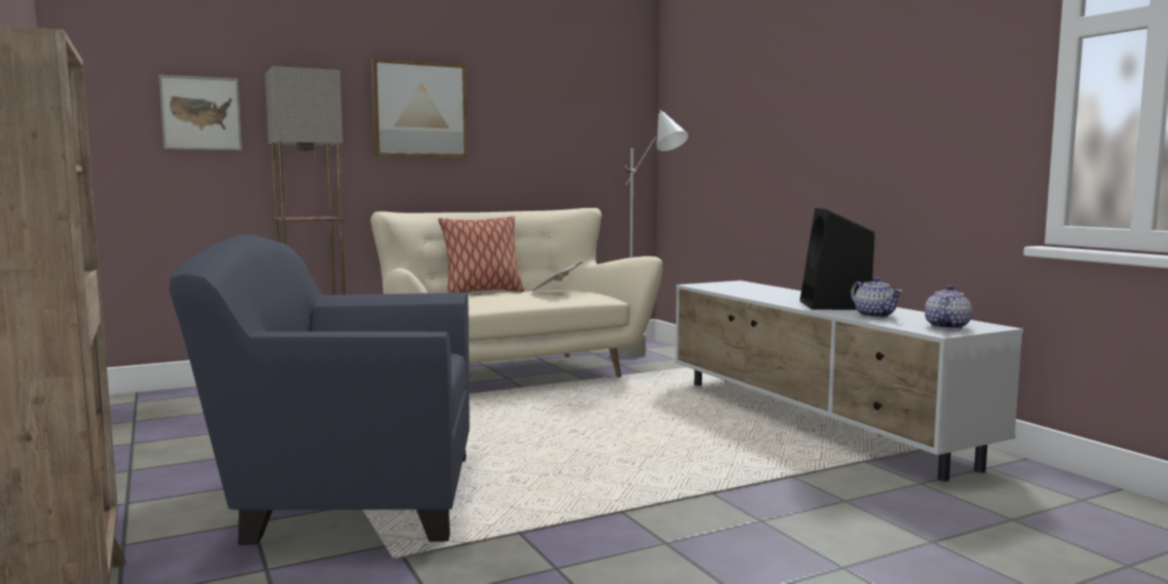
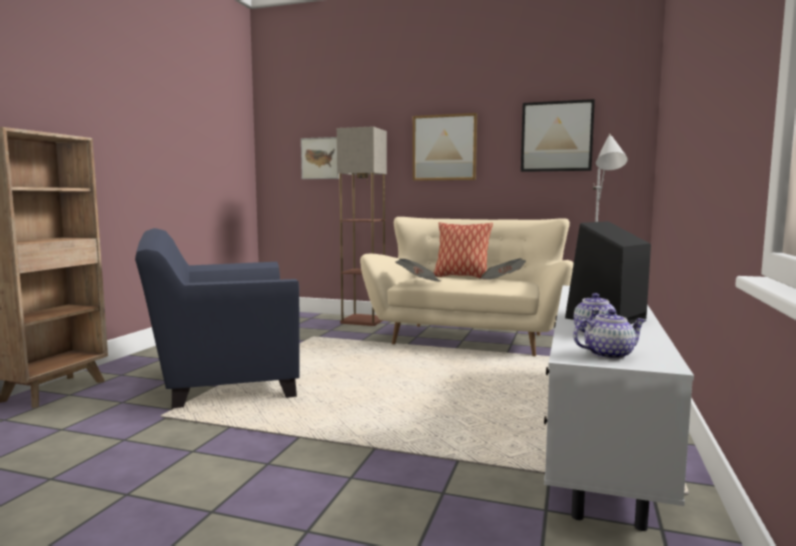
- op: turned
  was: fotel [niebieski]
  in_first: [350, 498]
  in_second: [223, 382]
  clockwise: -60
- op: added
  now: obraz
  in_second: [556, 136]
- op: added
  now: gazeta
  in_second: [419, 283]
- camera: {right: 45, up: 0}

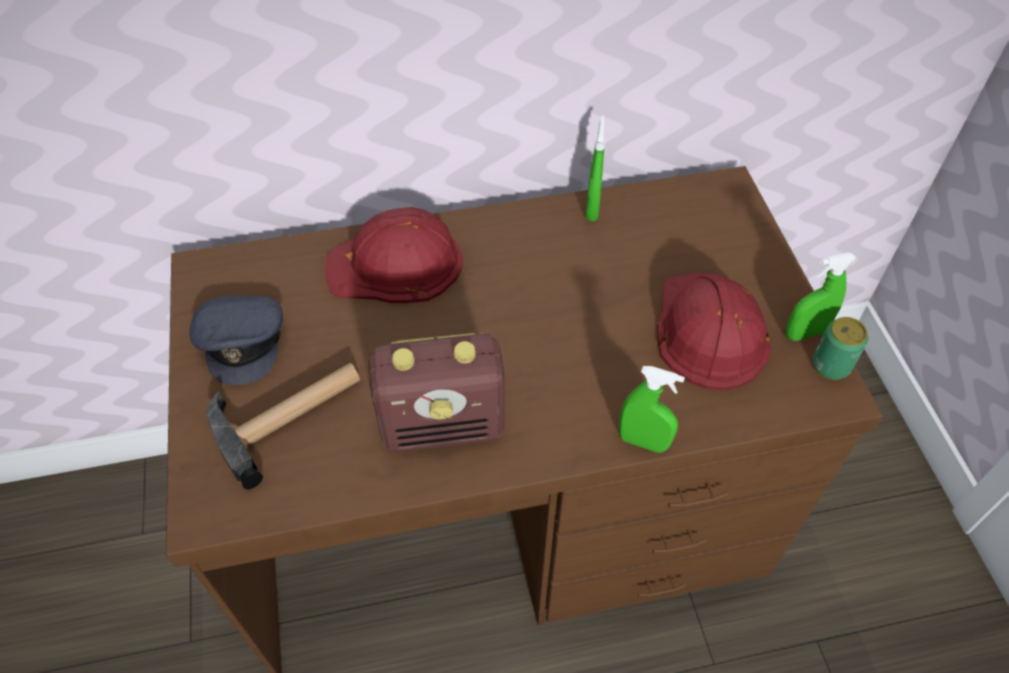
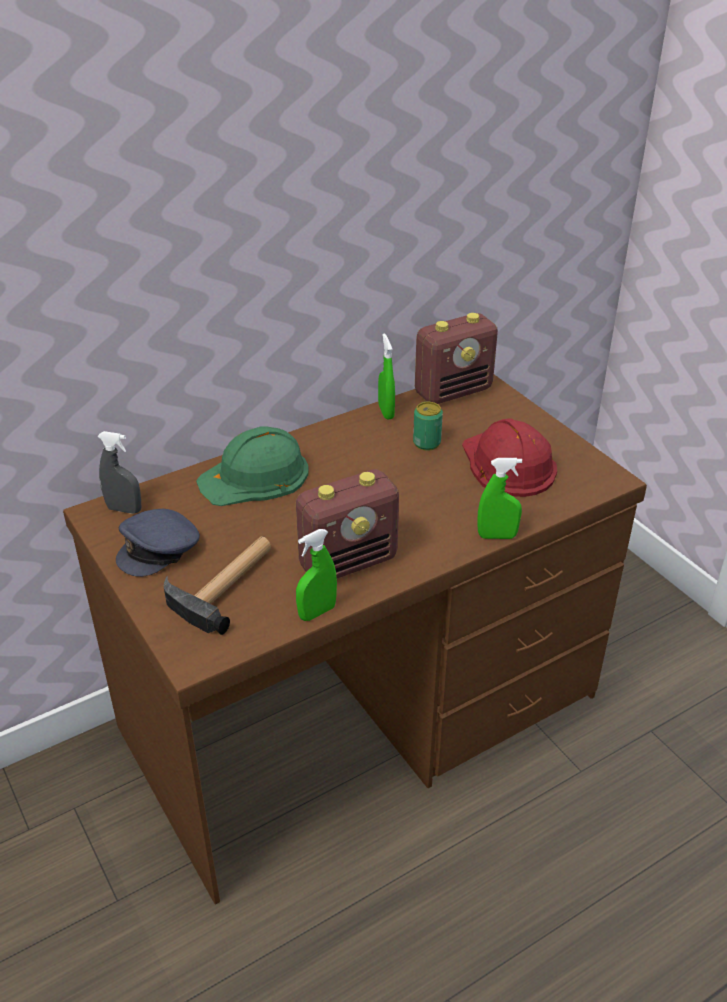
- op: recoloured
  was: kask [czerwony]
  now: kask [zielony]
  in_first: [396, 265]
  in_second: [255, 476]
- op: moved
  was: spryskiwacz [zielony]
  in_first: [805, 333]
  in_second: [317, 612]
- op: turned
  was: czapka z daszkiem [szary]
  in_first: [243, 341]
  in_second: [160, 549]
  clockwise: 75
- op: moved
  was: puszka
  in_first: [831, 365]
  in_second: [426, 443]
- op: added
  now: radio
  in_second: [453, 391]
- op: added
  now: spryskiwacz [szary]
  in_second: [124, 509]
- camera: {right: -20, up: -15}

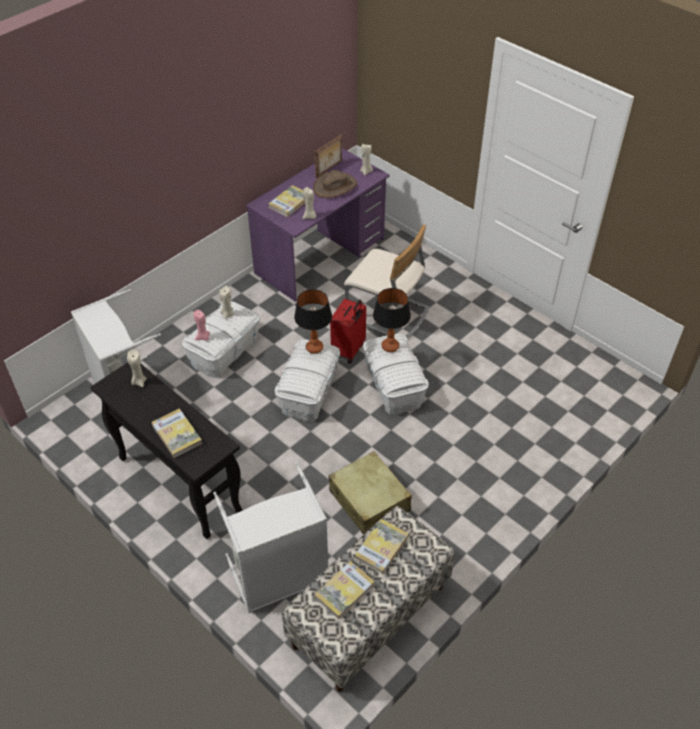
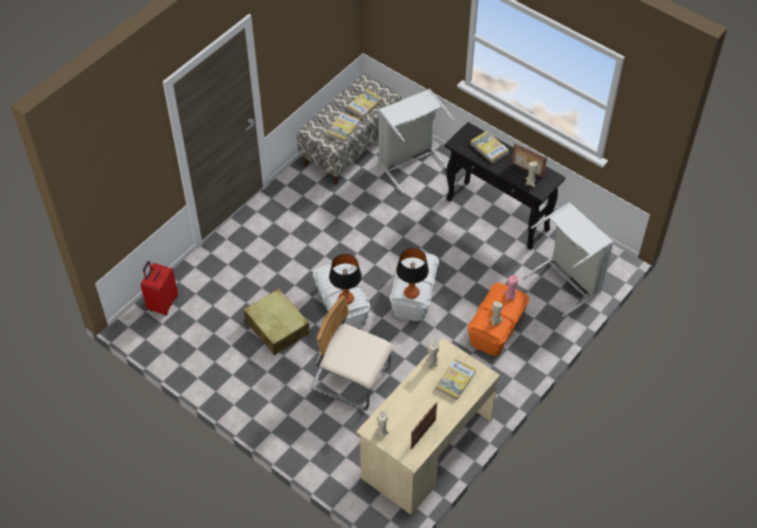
- op: recoloured
  was: biurko [fioletowy]
  now: biurko [beżowy]
  in_first: [320, 256]
  in_second: [427, 449]
- op: removed
  was: kapelusz [brązowy]
  in_first: [335, 186]
- op: moved
  was: walizka [czerwony]
  in_first: [349, 350]
  in_second: [162, 303]
- op: recoloured
  was: pojemnik do przechowywania [biały]
  now: pojemnik do przechowywania [pomarańczowy]
  in_first: [224, 351]
  in_second: [496, 329]
- op: moved
  was: walizka [beżowy]
  in_first: [369, 501]
  in_second: [277, 327]
- op: added
  now: ramka na zdjęcie
  in_second: [527, 170]
- camera: {right: 175, up: 5}

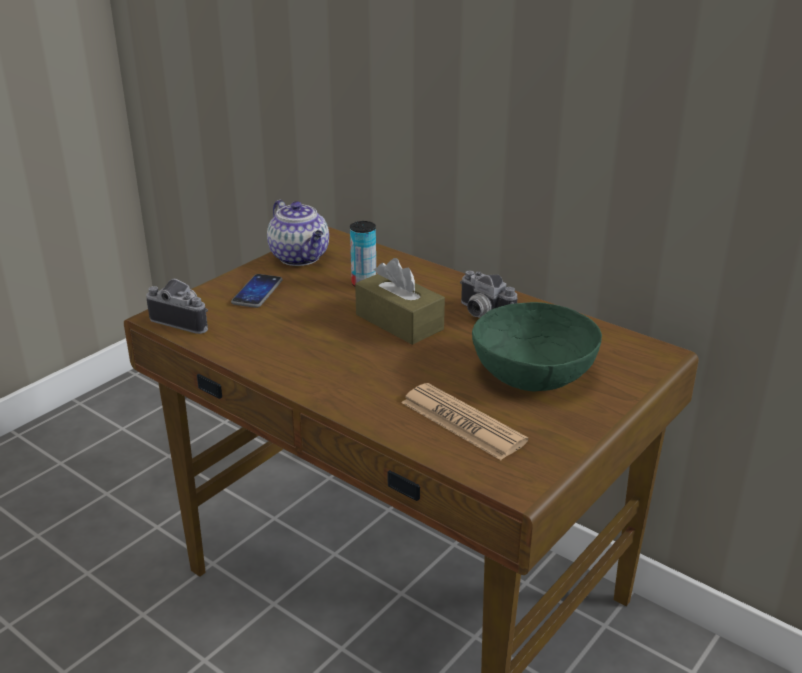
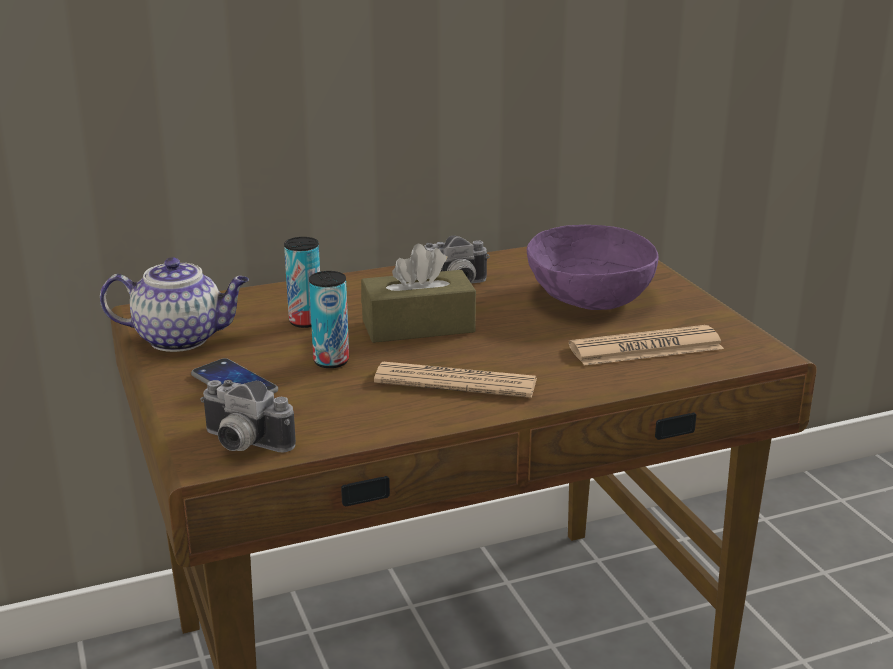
- op: turned
  was: aparat fotograficzny
  in_first: [185, 319]
  in_second: [241, 444]
  clockwise: -120
- op: recoloured
  was: miska [zielony]
  now: miska [fioletowy]
  in_first: [533, 373]
  in_second: [589, 297]
- op: added
  now: puszka
  in_second: [331, 361]
- op: added
  now: gazeta
  in_second: [456, 382]
- camera: {right: -60, up: -5}

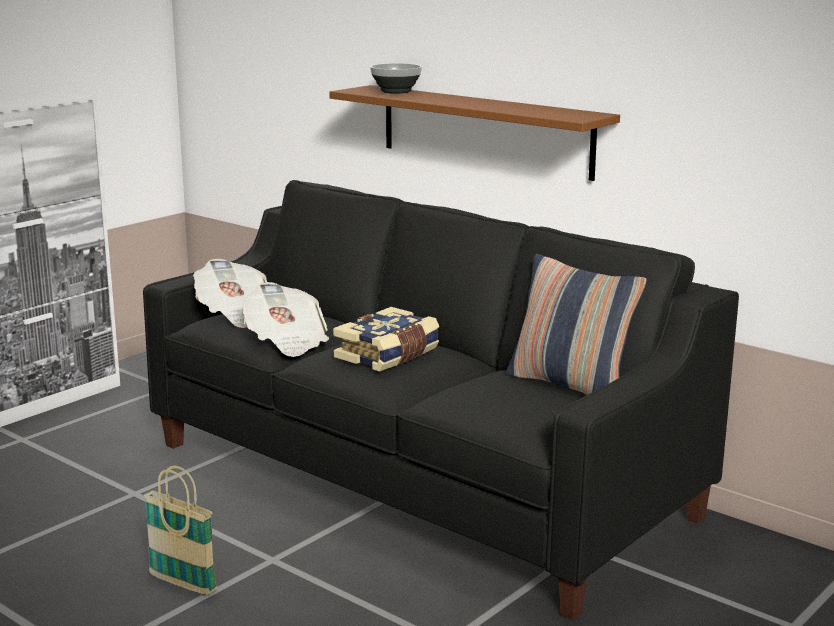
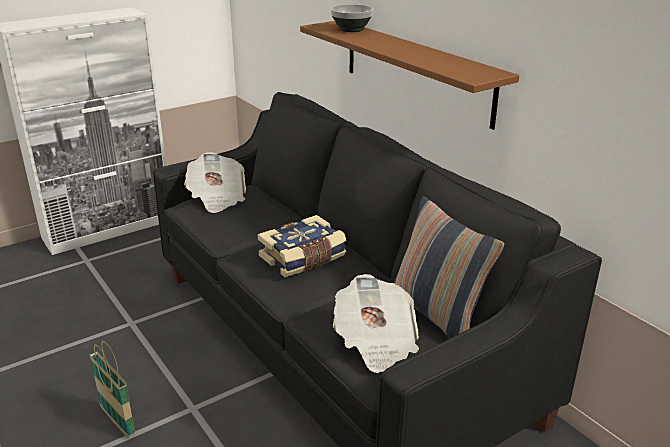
- op: moved
  was: gazeta
  in_first: [286, 342]
  in_second: [375, 342]
- camera: {right: 15, up: 10}

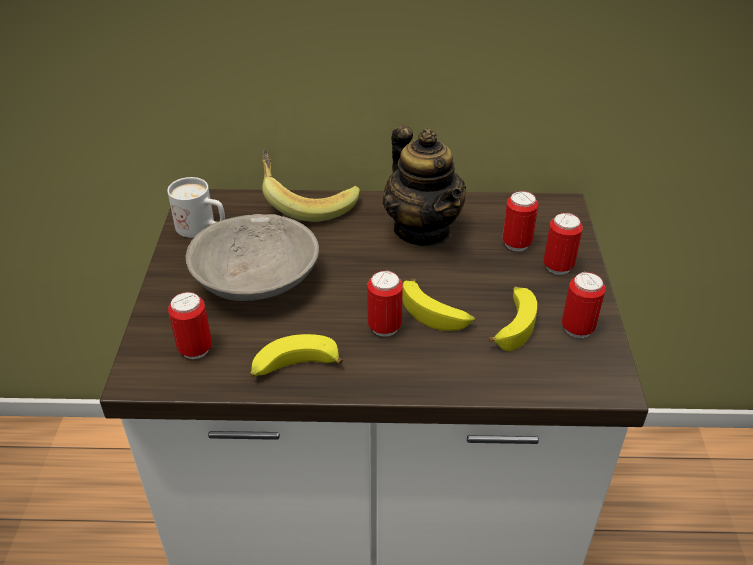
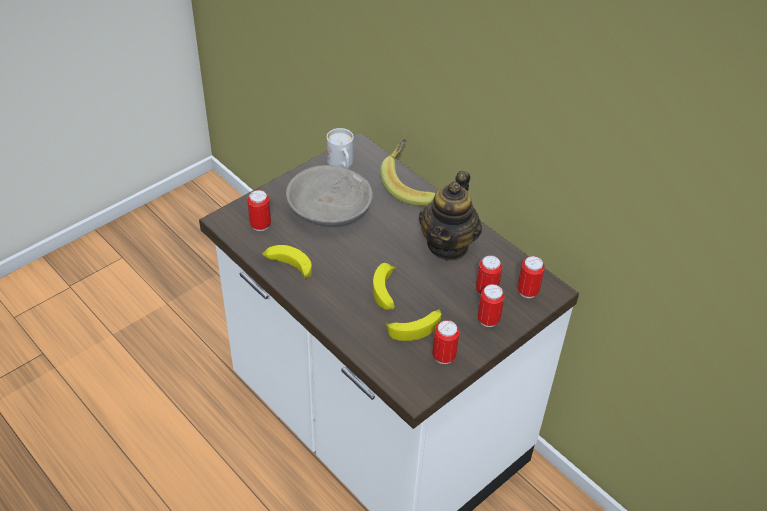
- op: moved
  was: puszka
  in_first: [384, 327]
  in_second: [527, 291]
- camera: {right: 45, up: 5}

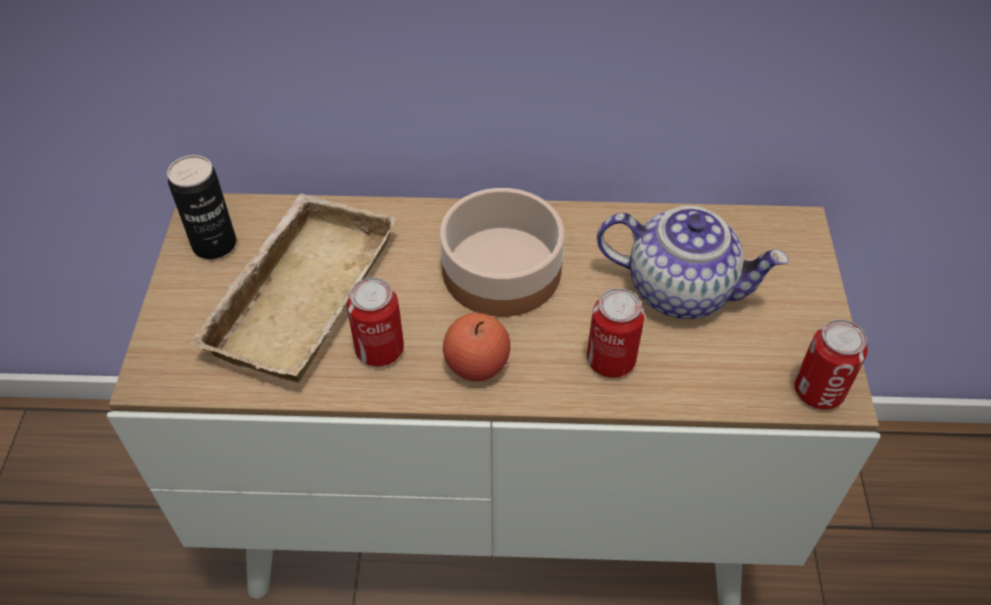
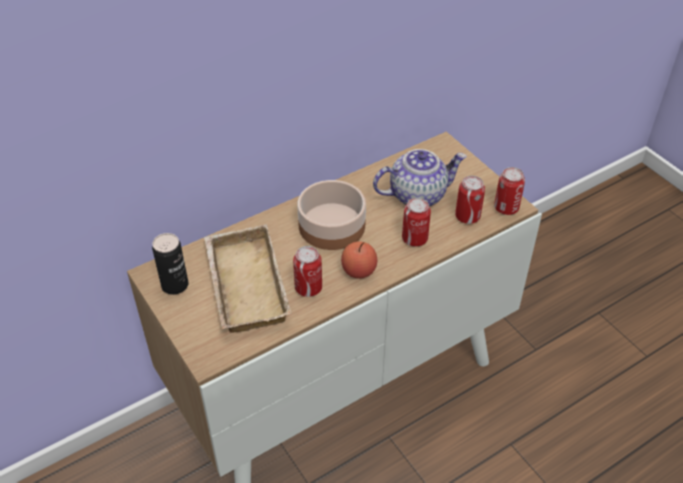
- op: added
  now: puszka
  in_second: [467, 216]
- camera: {right: -35, up: -5}

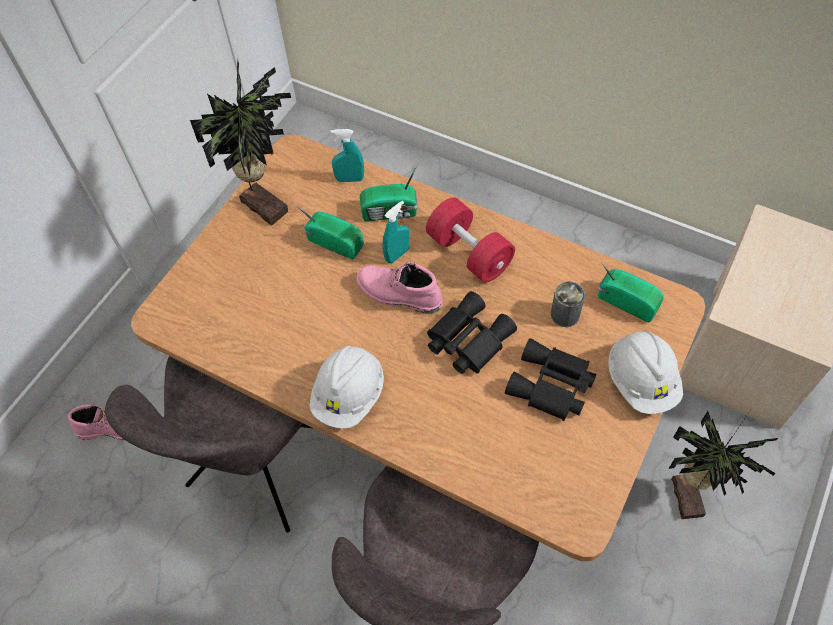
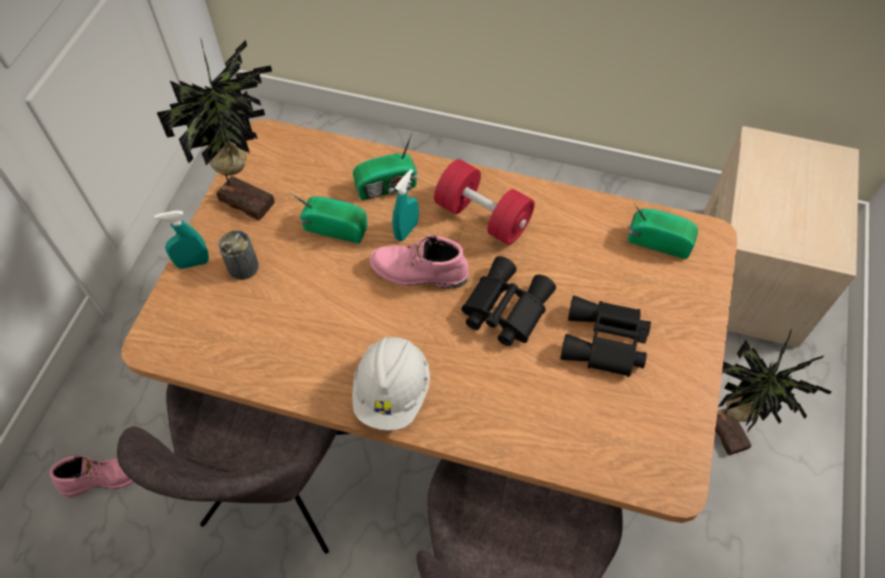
- op: moved
  was: spryskiwacz [turkusowy]
  in_first: [350, 179]
  in_second: [193, 263]
- op: moved
  was: puszka
  in_first: [565, 314]
  in_second: [243, 267]
- op: removed
  was: kask [biały]
  in_first: [641, 381]
- camera: {right: -15, up: 0}

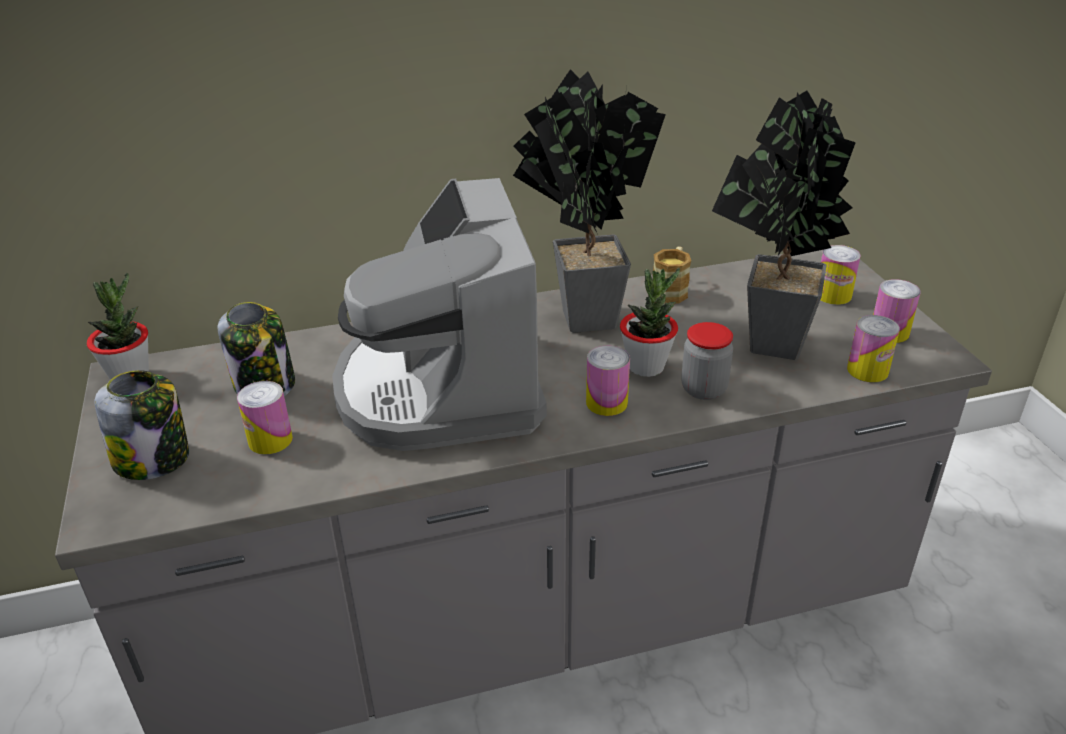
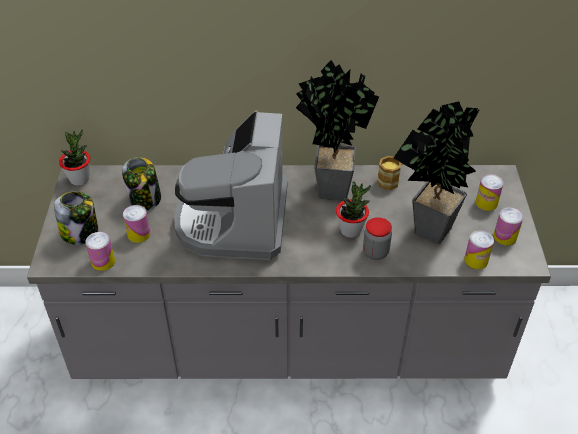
- op: moved
  was: puszka
  in_first: [606, 403]
  in_second: [103, 261]
- camera: {right: 15, up: 10}

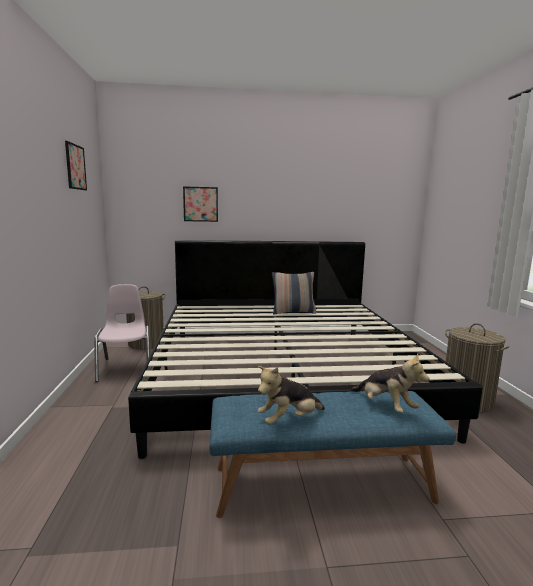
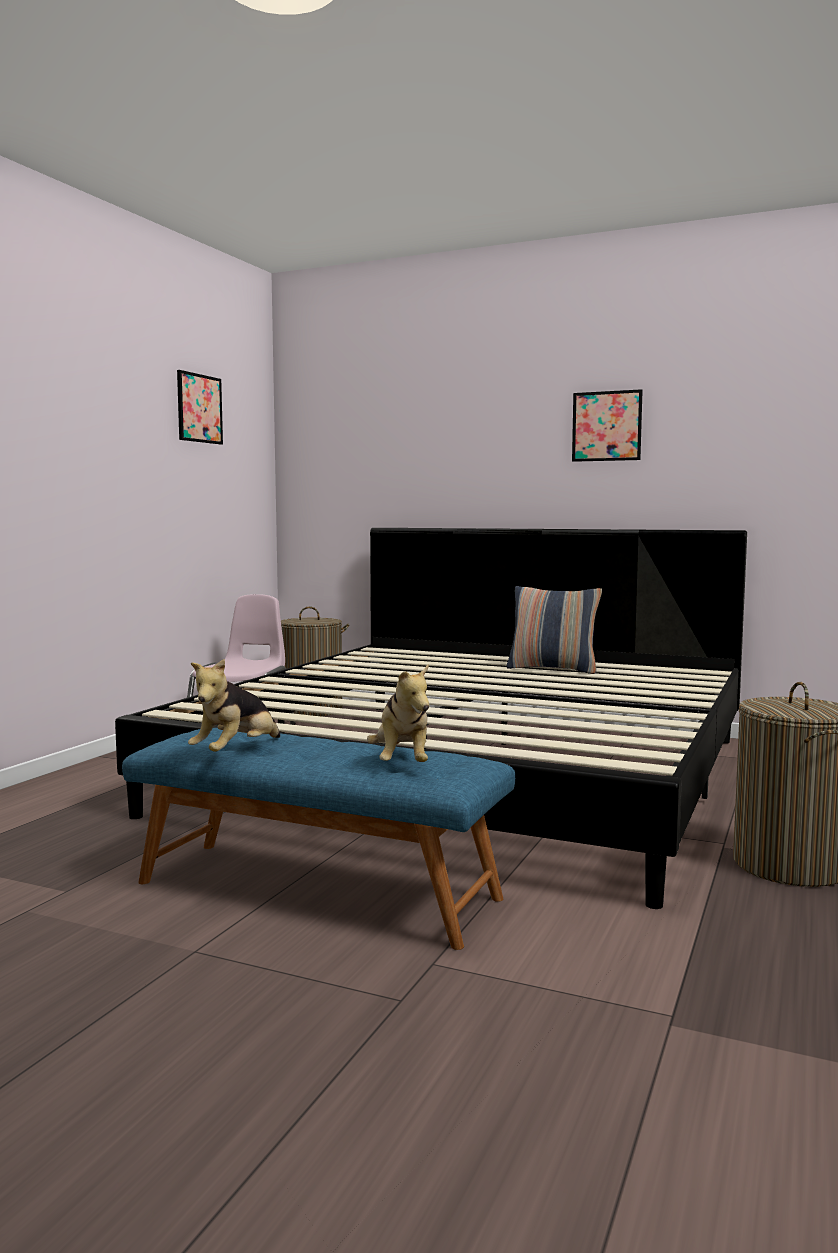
- op: moved
  was: obraz
  in_first: [200, 204]
  in_second: [606, 426]
- op: turned
  was: pluszak
  in_first: [289, 420]
  in_second: [236, 752]
  clockwise: -60
- camera: {right: 30, up: -5}

